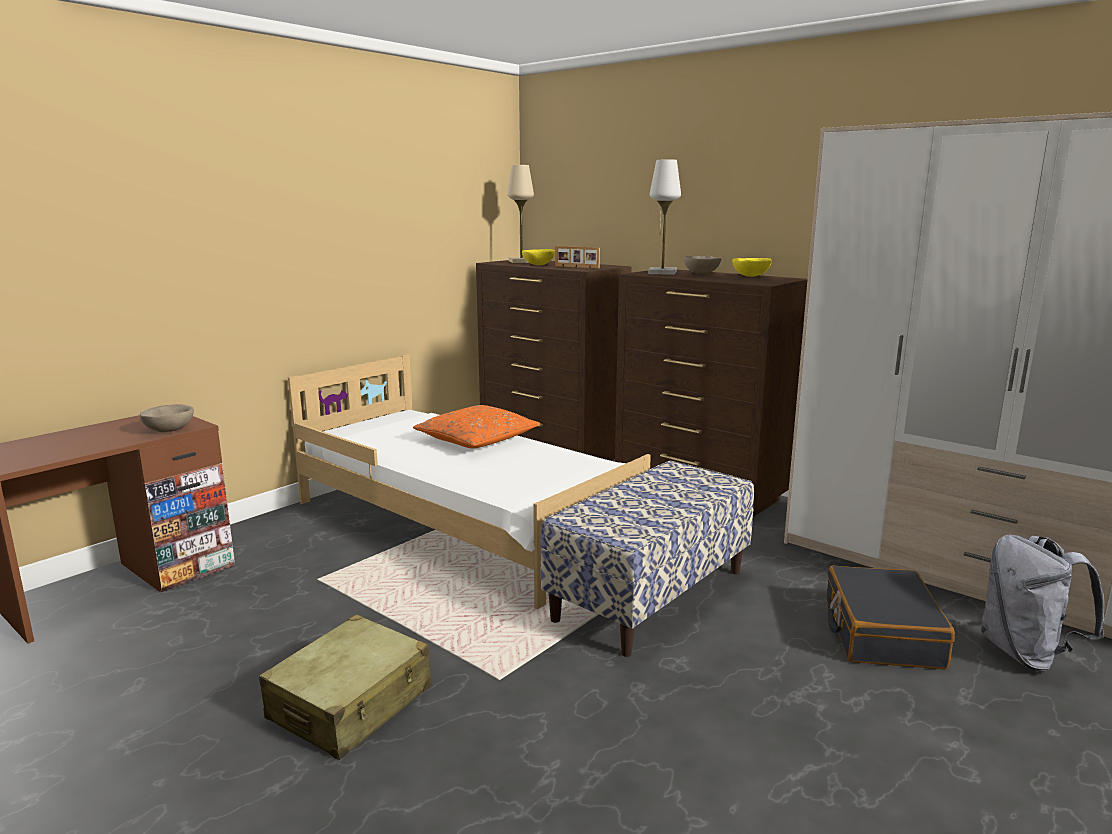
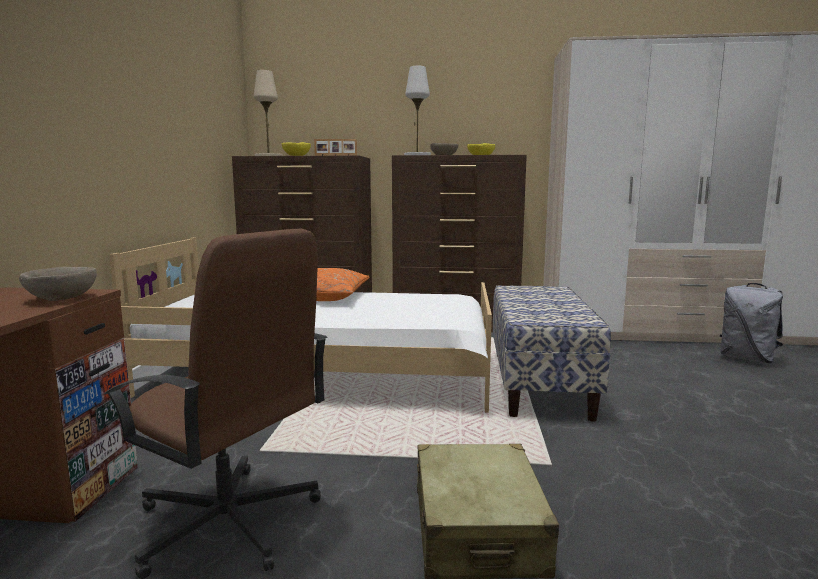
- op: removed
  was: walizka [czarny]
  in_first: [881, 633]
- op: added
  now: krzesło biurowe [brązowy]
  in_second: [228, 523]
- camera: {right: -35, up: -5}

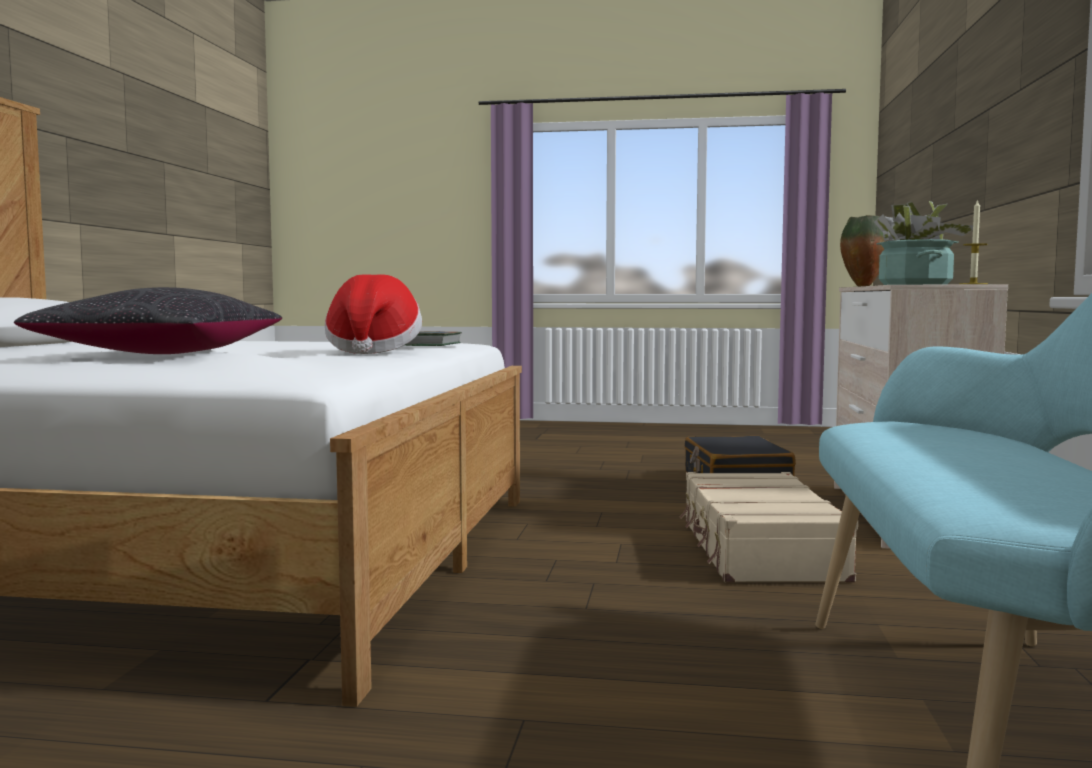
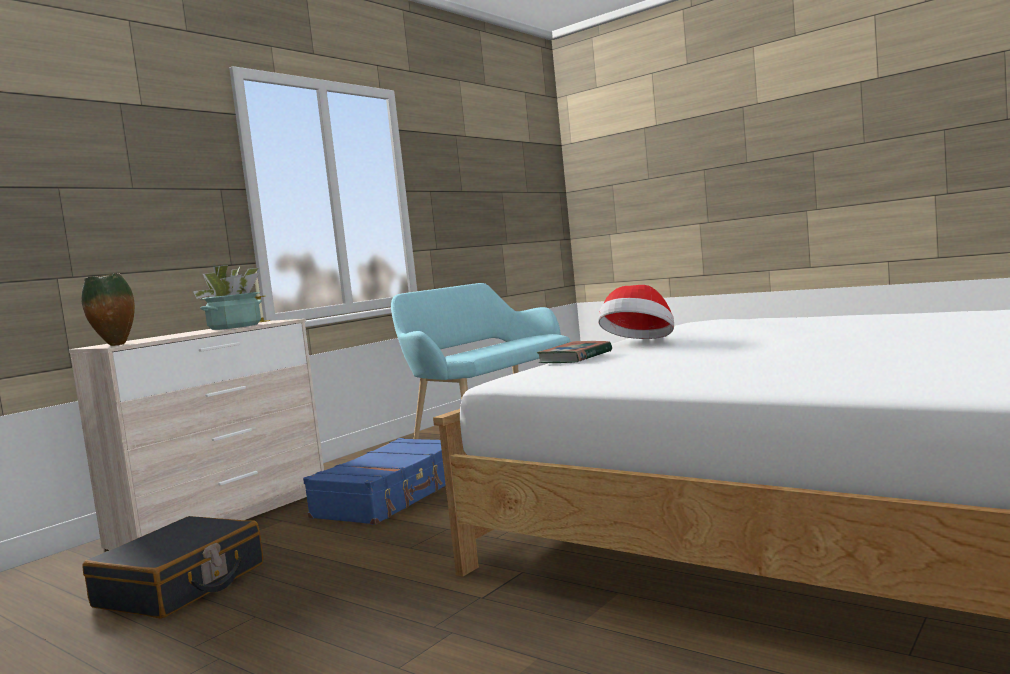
- op: removed
  was: poduszka [czarny]
  in_first: [161, 353]
- op: recoloured
  was: walizka [beżowy]
  now: walizka [niebieski]
  in_first: [758, 550]
  in_second: [392, 496]
- camera: {right: -150, up: 0}

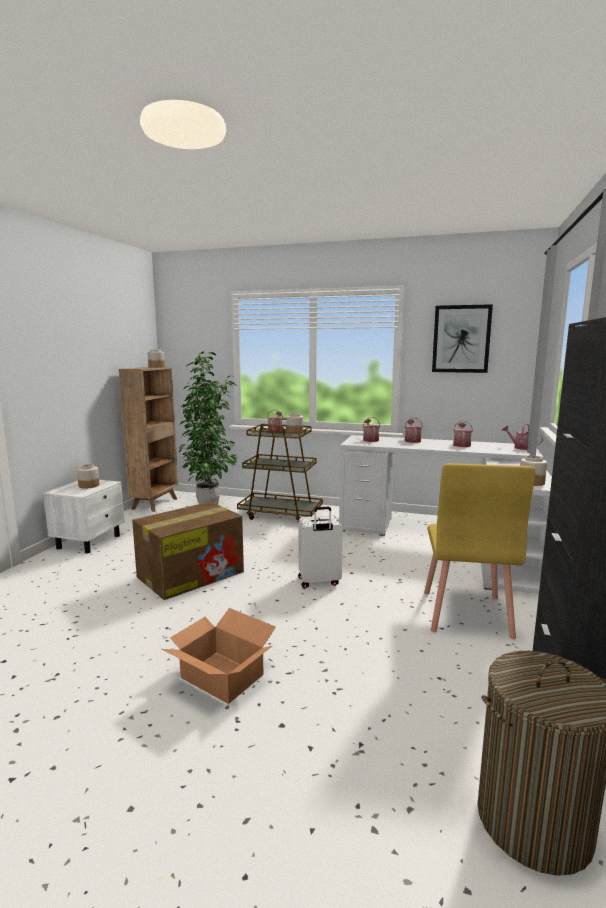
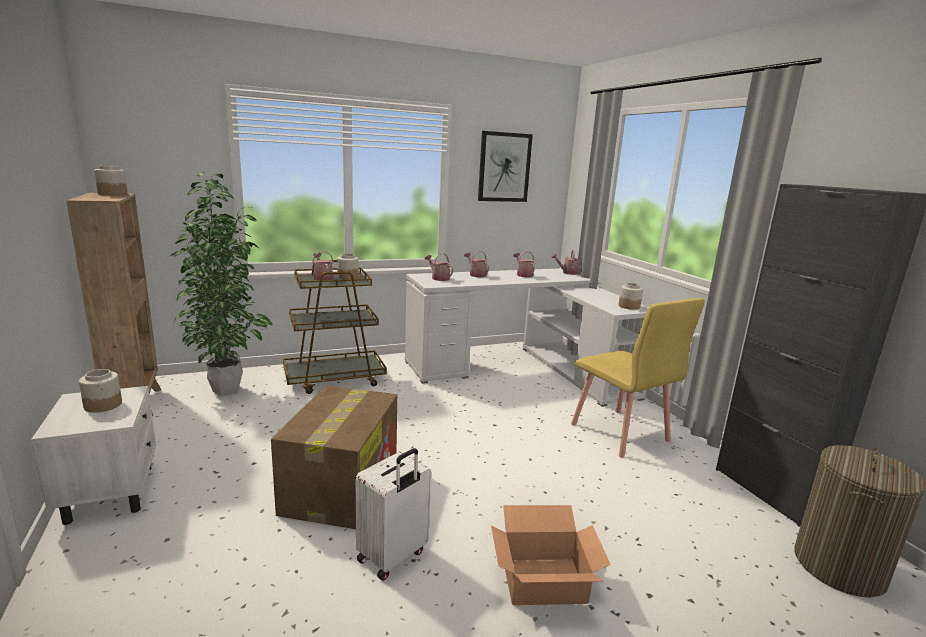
- op: moved
  was: walizka [biały]
  in_first: [319, 582]
  in_second: [393, 557]
- camera: {right: -40, up: 5}

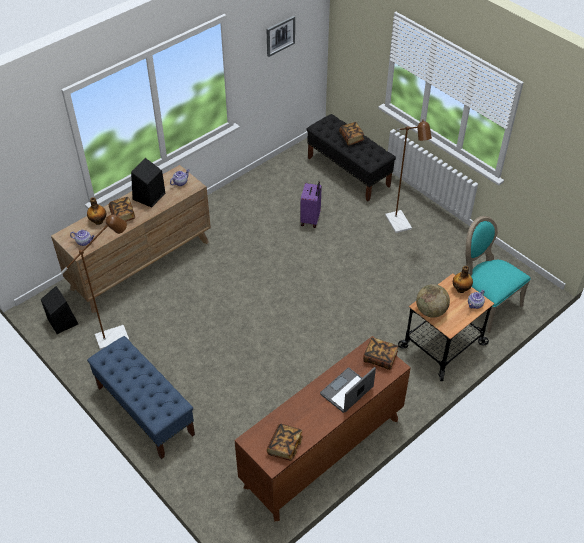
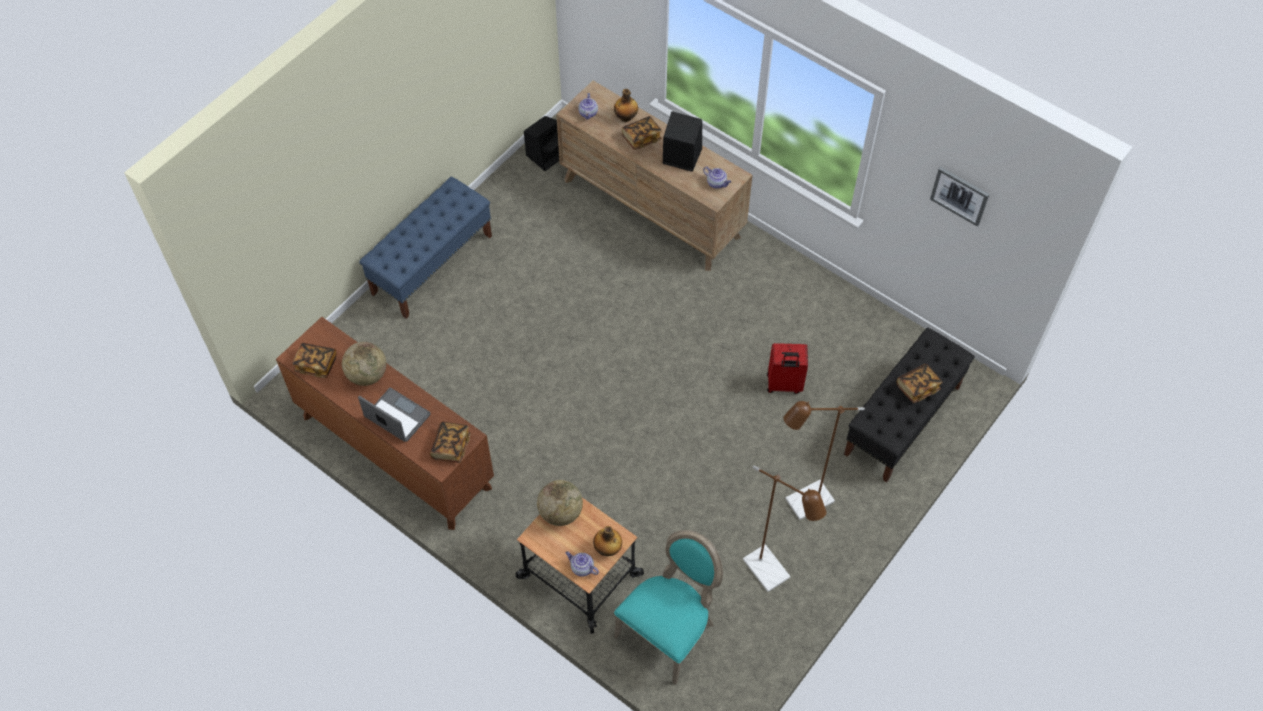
- op: recoloured
  was: walizka [fioletowy]
  now: walizka [czerwony]
  in_first: [311, 219]
  in_second: [784, 385]
- op: moved
  was: lampa stojąca [brązowy]
  in_first: [118, 335]
  in_second: [772, 575]
- op: added
  now: globus
  in_second: [367, 375]
- camera: {right: 80, up: 10}

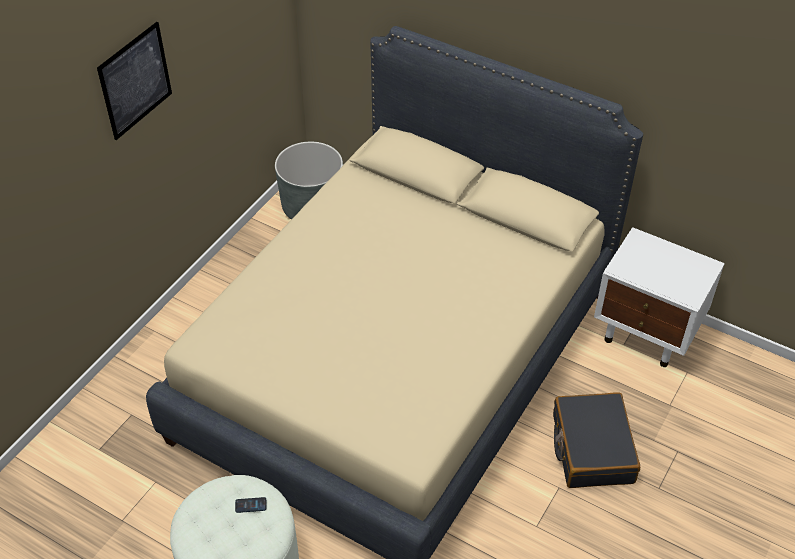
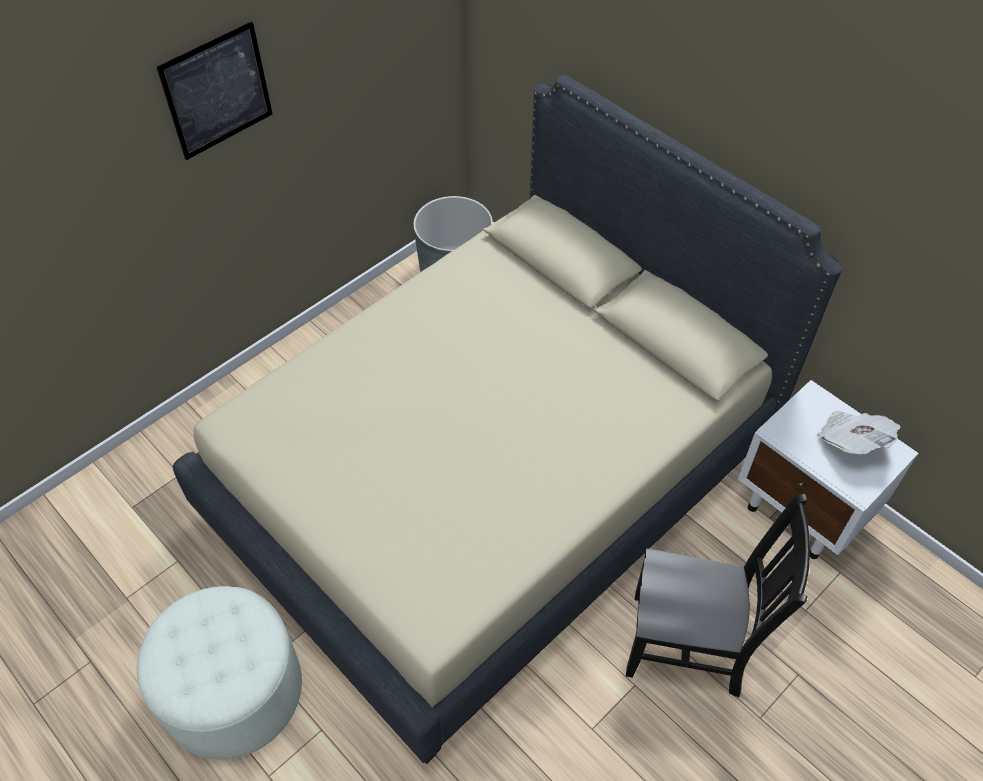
- op: replaced
  was: walizka [czarny]
  now: krzesło [czarny]
  in_first: [592, 448]
  in_second: [690, 644]
- op: removed
  was: telefon
  in_first: [250, 505]
- op: added
  now: gazeta
  in_second: [851, 441]
- camera: {right: 15, up: 5}

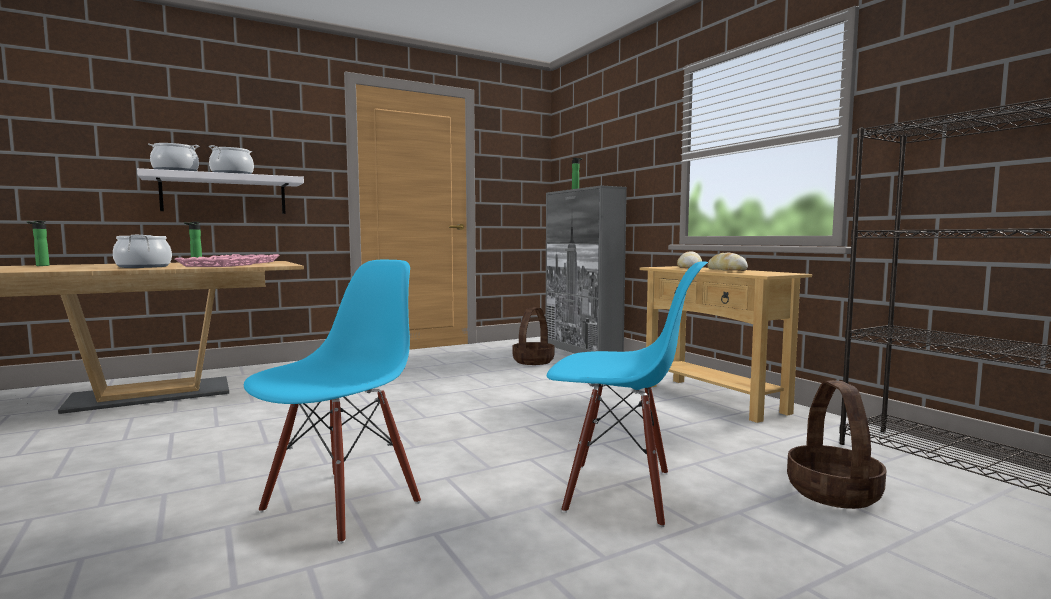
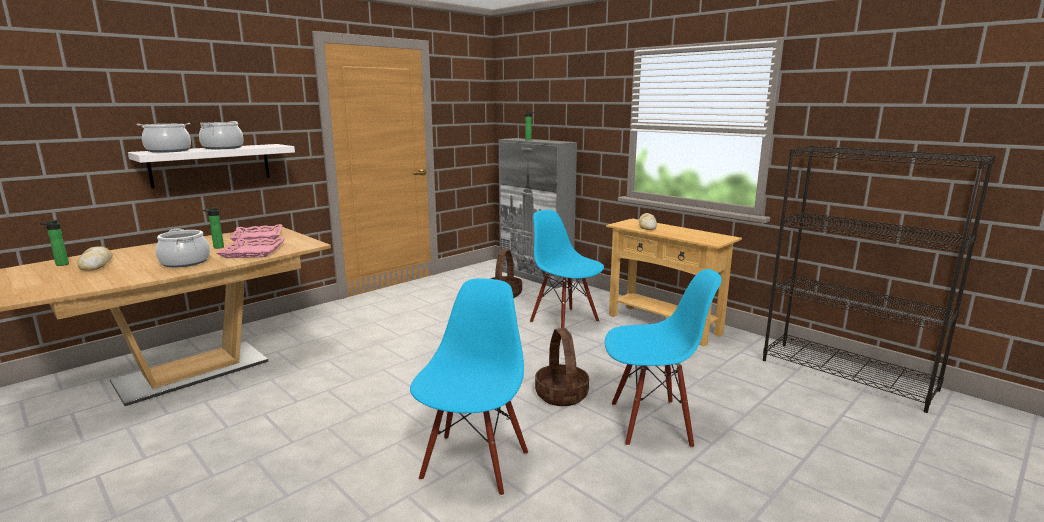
- op: moved
  was: chleb
  in_first: [726, 270]
  in_second: [97, 264]
- op: moved
  was: koszyk
  in_first: [834, 492]
  in_second: [562, 395]
- op: added
  now: krzesło [niebieski]
  in_second: [565, 321]
- camera: {right: -15, up: 10}

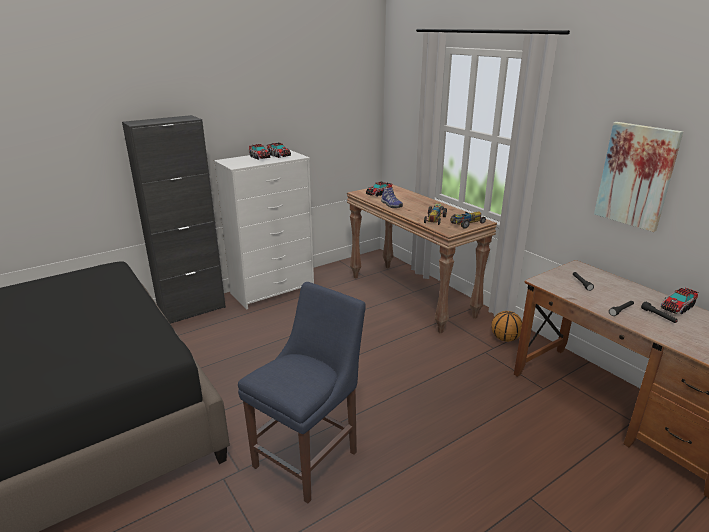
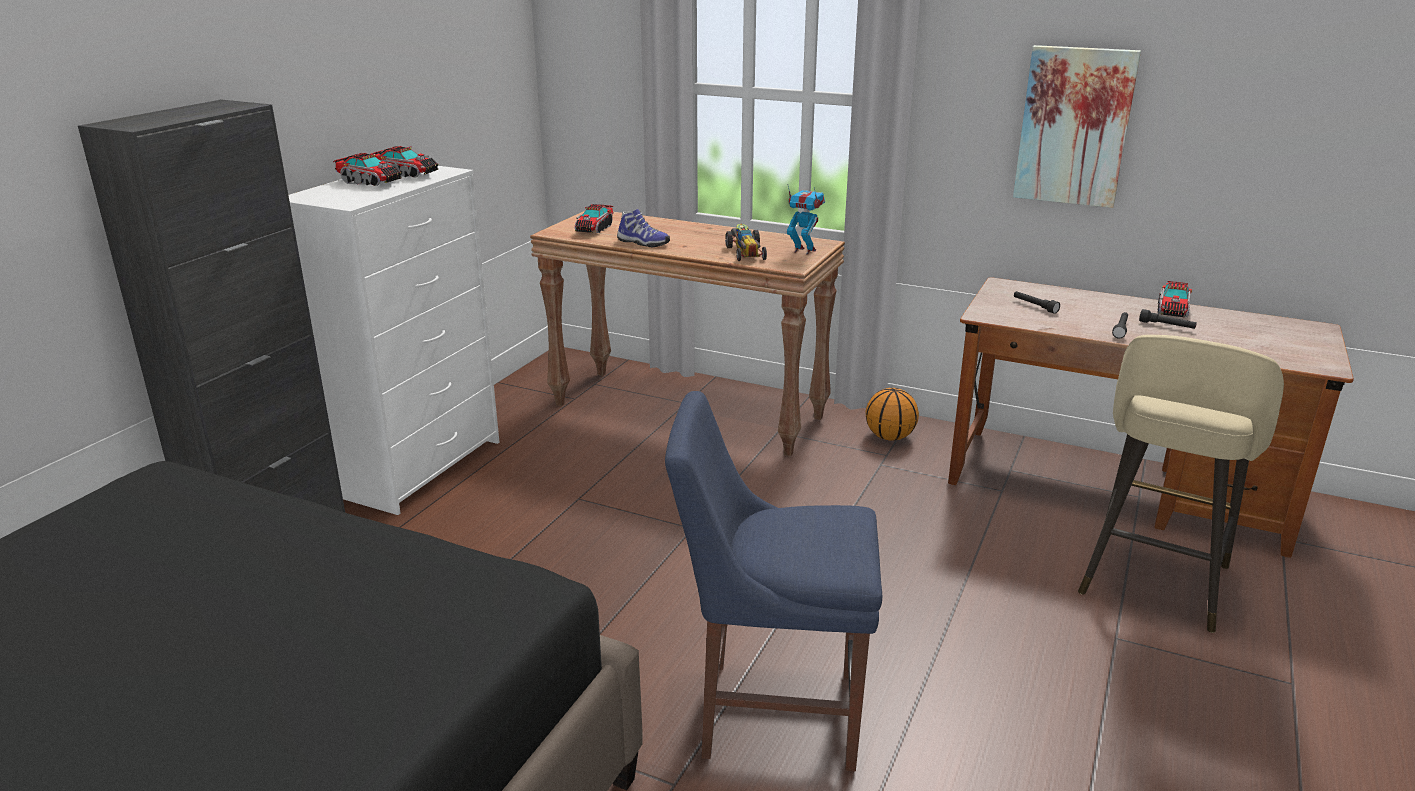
- op: replaced
  was: samochodzik
  now: robot zabawkowy
  in_first: [466, 224]
  in_second: [804, 251]
- op: turned
  was: krzesło [niebieski]
  in_first: [309, 456]
  in_second: [770, 711]
  clockwise: -90
- op: added
  now: stołek [beżowy]
  in_second: [1152, 582]
- camera: {right: -30, up: 0}

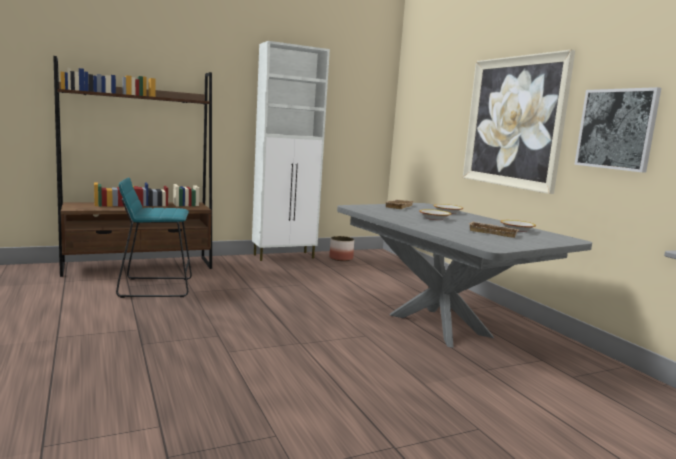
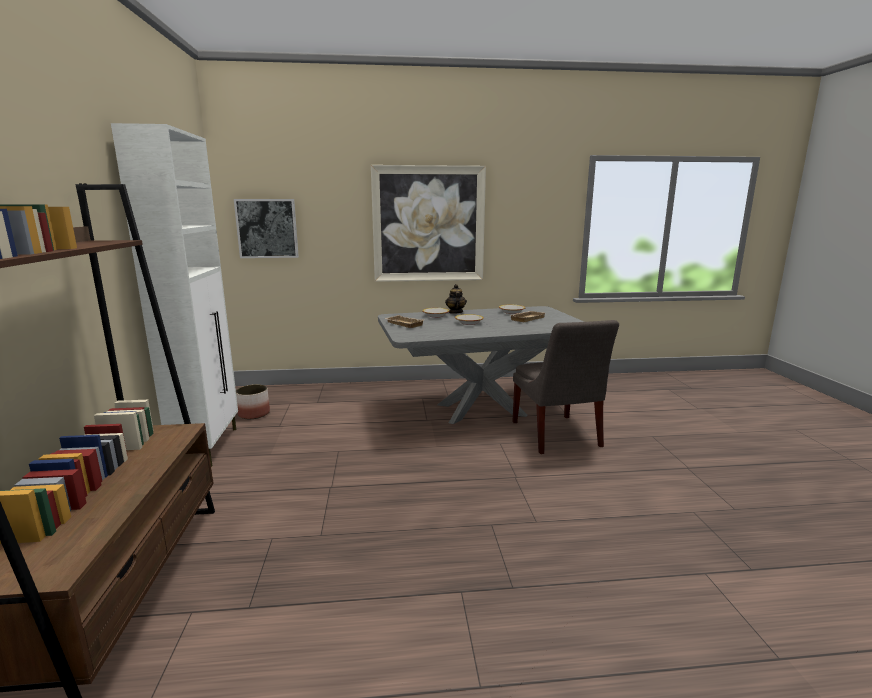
- op: moved
  was: obraz
  in_first: [616, 129]
  in_second: [267, 228]
- op: removed
  was: stołek [turkusowy]
  in_first: [156, 287]
- op: added
  now: imbryk
  in_second: [455, 312]
- op: added
  now: krzesło [szary]
  in_second: [556, 436]
- camera: {right: -70, up: 5}

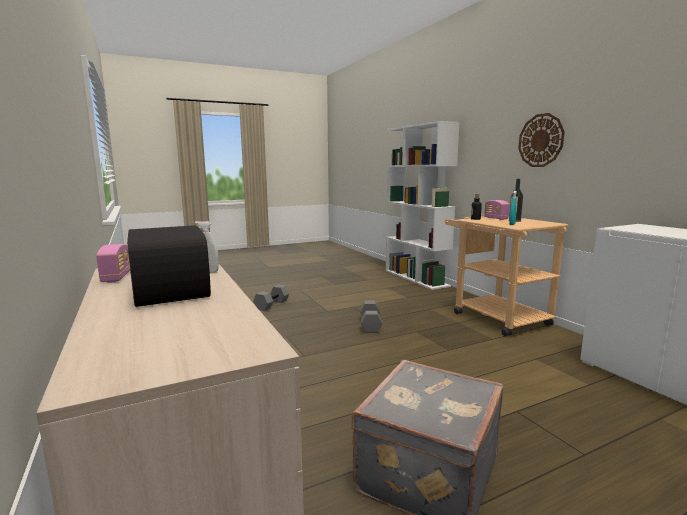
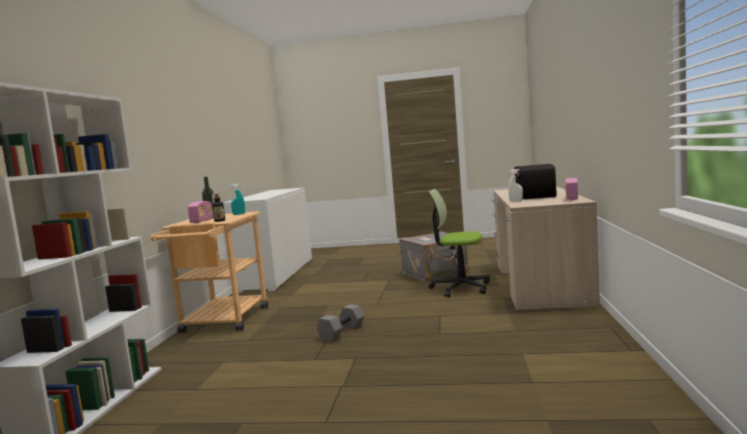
- op: removed
  was: zegar ścienny
  in_first: [541, 140]
- op: removed
  was: hantel [szary]
  in_first: [271, 304]
- op: added
  now: krzesło biurowe
  in_second: [460, 288]
- camera: {right: -145, up: -5}

